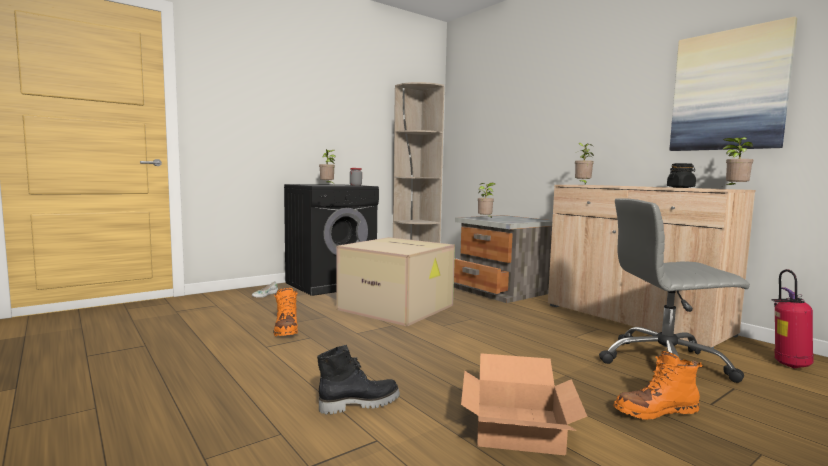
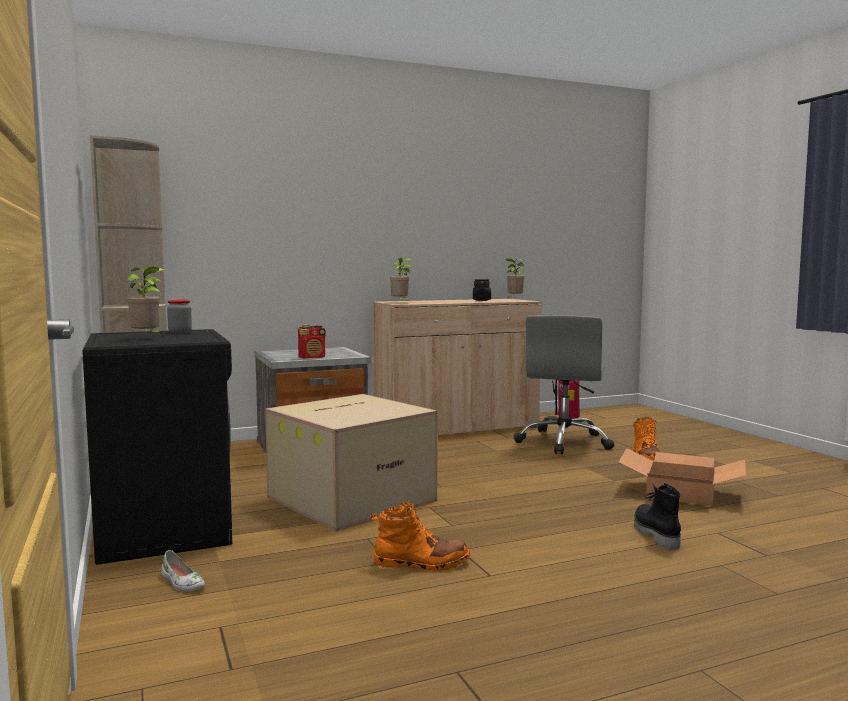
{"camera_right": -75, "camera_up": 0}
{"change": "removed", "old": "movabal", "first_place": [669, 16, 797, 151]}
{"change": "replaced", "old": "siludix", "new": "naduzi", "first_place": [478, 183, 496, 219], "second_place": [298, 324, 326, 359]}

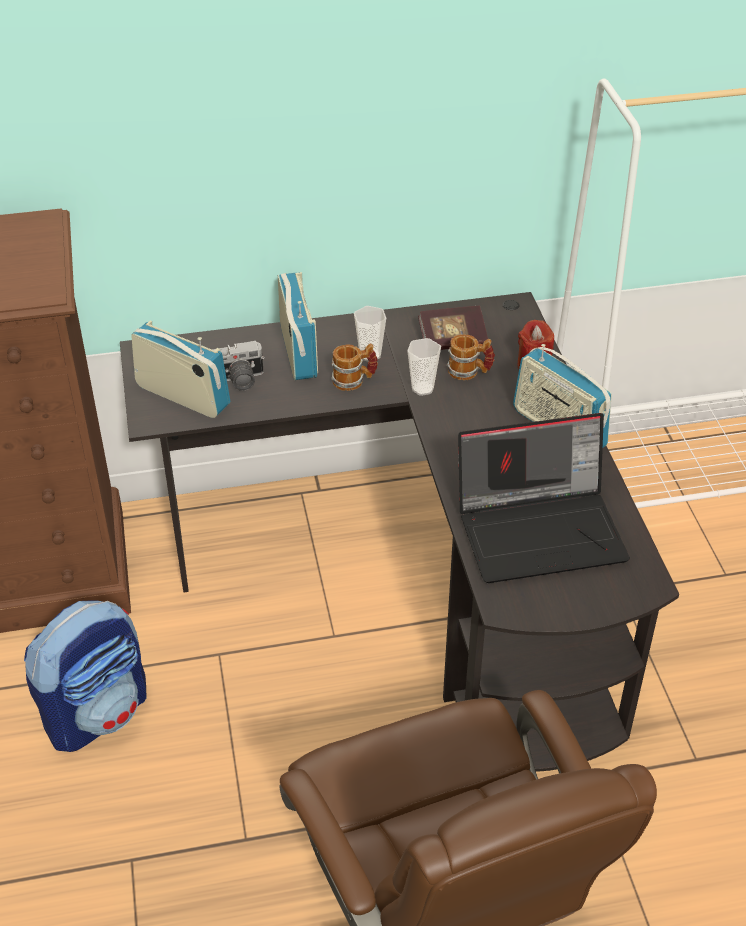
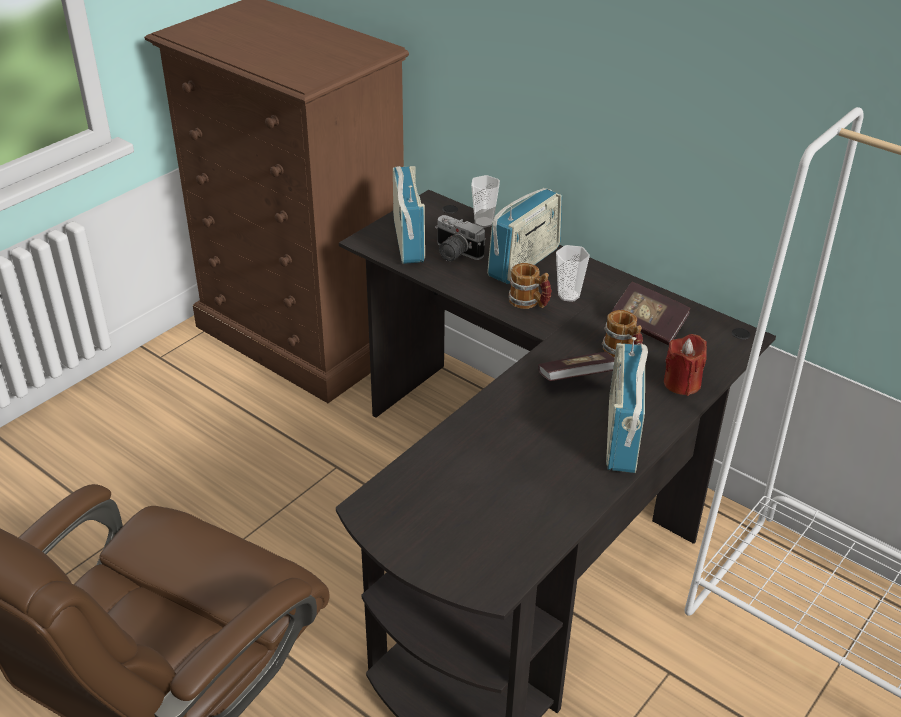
{"camera_right": 50, "camera_up": -5}
{"change": "moved", "old": "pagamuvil", "first_place": [407, 338, 441, 396], "second_place": [471, 175, 500, 228]}
{"change": "removed", "old": "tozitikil", "first_place": [458, 413, 630, 583]}
{"change": "removed", "old": "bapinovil", "first_place": [24, 600, 146, 752]}
{"change": "added", "new": "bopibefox", "second_place": [538, 352, 615, 381]}

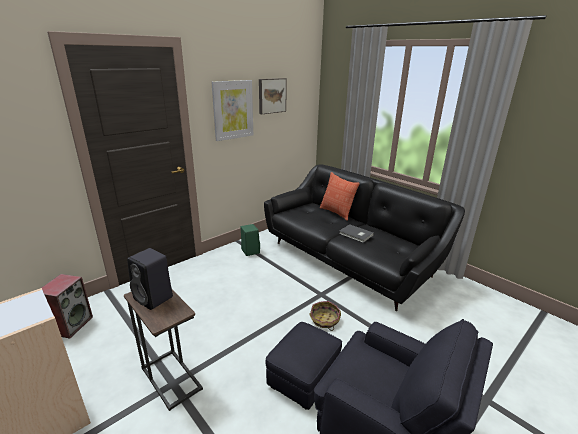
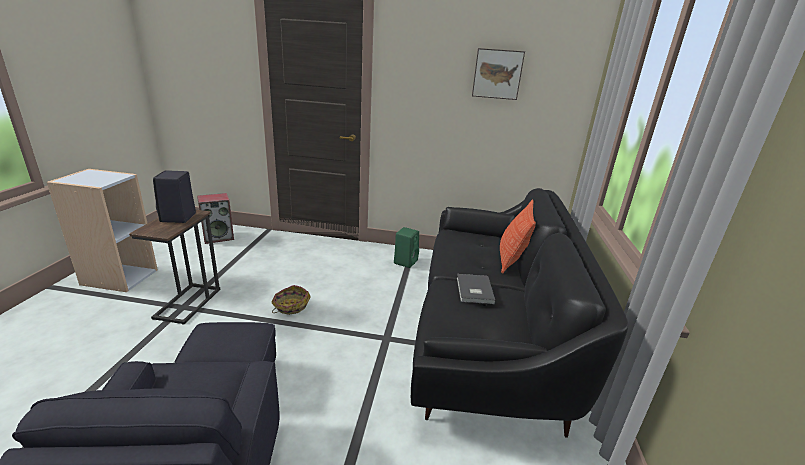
{"camera_right": 50, "camera_up": 0}
{"change": "removed", "old": "movabal", "first_place": [211, 80, 253, 141]}
{"change": "moved", "old": "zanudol", "first_place": [309, 301, 341, 331], "second_place": [271, 285, 311, 315]}

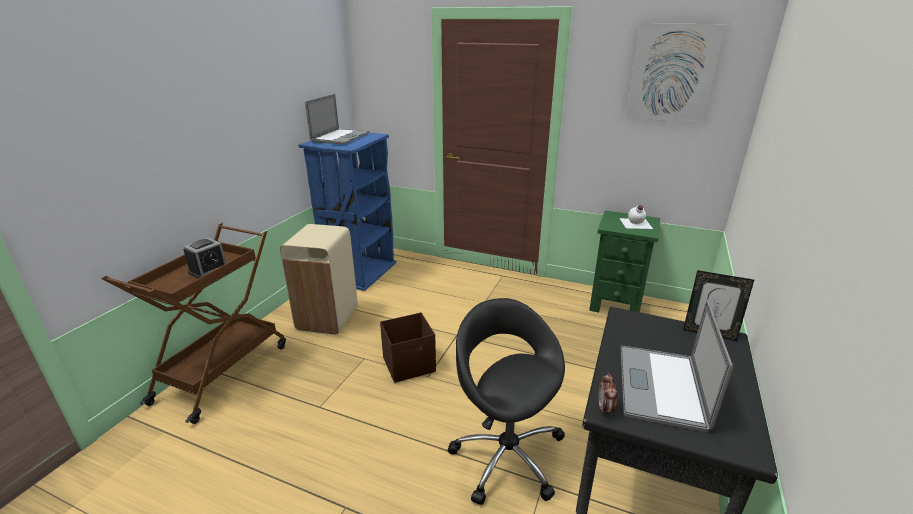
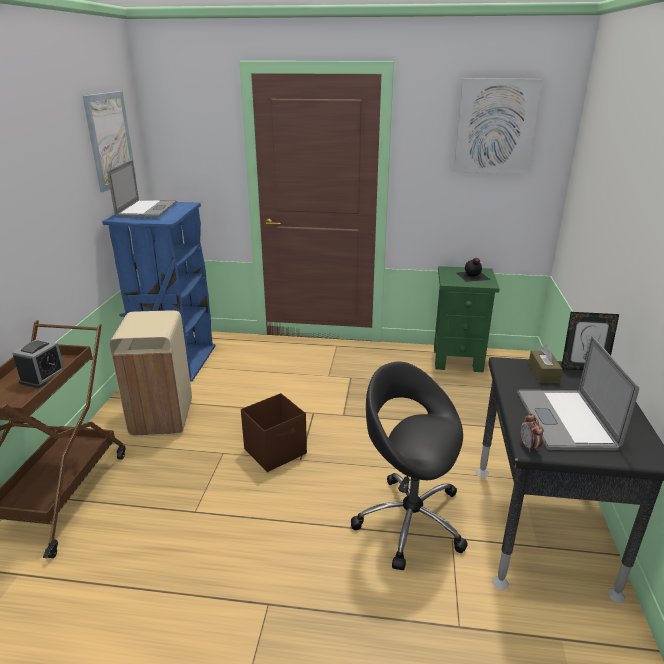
{"camera_right": -15, "camera_up": 0}
{"change": "recoloured", "old": "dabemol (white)", "new": "dabemol (black)", "first_place": [620, 205, 653, 229], "second_place": [457, 258, 490, 282]}
{"change": "added", "new": "movabal", "second_place": [83, 91, 136, 192]}
{"change": "added", "new": "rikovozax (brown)", "second_place": [528, 345, 563, 383]}

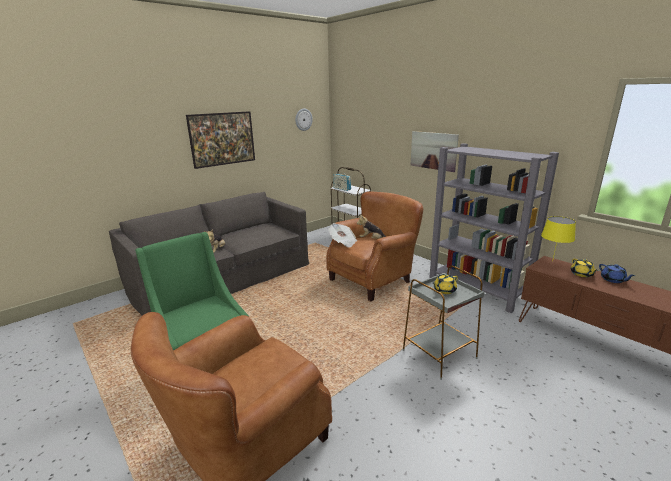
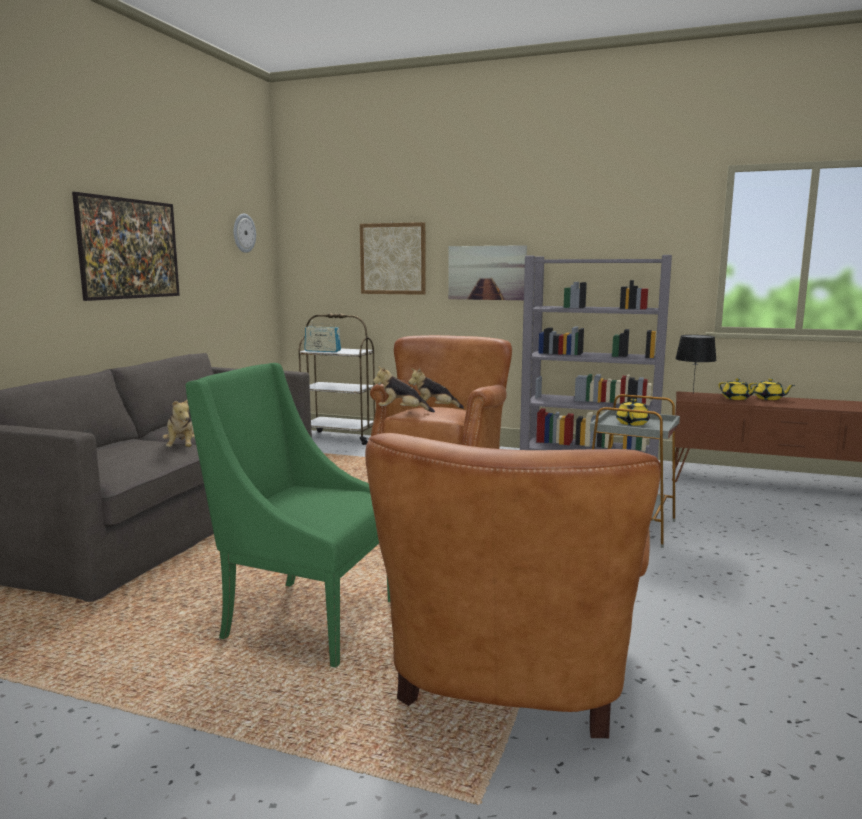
{"camera_right": -30, "camera_up": -10}
{"change": "recoloured", "old": "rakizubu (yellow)", "new": "rakizubu (black)", "first_place": [541, 216, 576, 262], "second_place": [675, 335, 717, 392]}
{"change": "replaced", "old": "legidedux", "new": "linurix", "first_place": [328, 223, 358, 248], "second_place": [373, 366, 435, 412]}
{"change": "recoloured", "old": "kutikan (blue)", "new": "kutikan (yellow)", "first_place": [599, 264, 635, 283], "second_place": [749, 378, 795, 400]}
{"change": "added", "new": "movabal", "second_place": [360, 221, 425, 295]}

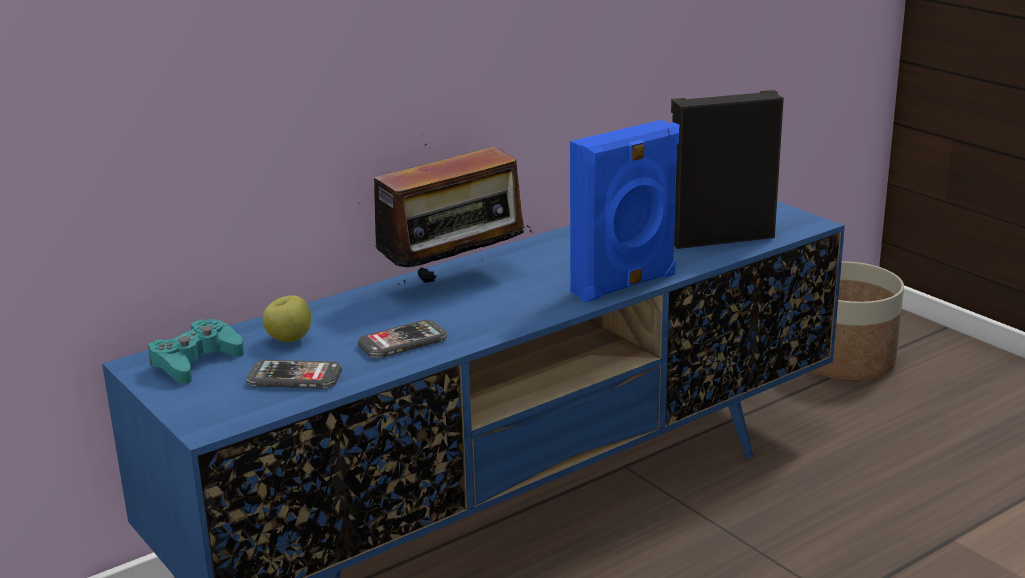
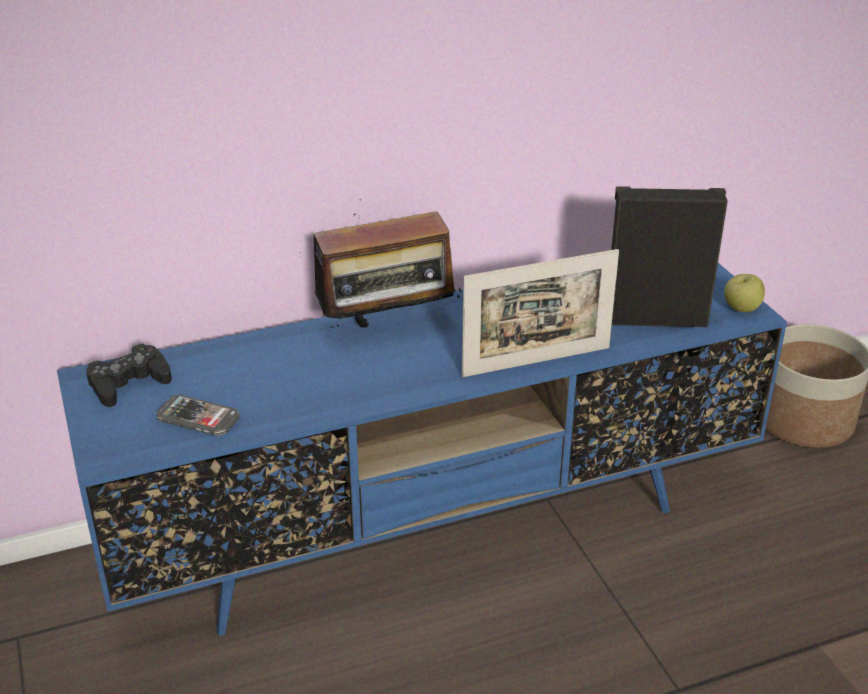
{"camera_right": 15, "camera_up": 10}
{"change": "replaced", "old": "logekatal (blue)", "new": "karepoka", "first_place": [570, 120, 680, 302], "second_place": [462, 249, 619, 377]}
{"change": "moved", "old": "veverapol", "first_place": [263, 295, 311, 343], "second_place": [724, 274, 765, 312]}
{"change": "recoloured", "old": "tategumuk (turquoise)", "new": "tategumuk (black)", "first_place": [148, 319, 244, 384], "second_place": [86, 344, 172, 407]}
{"change": "removed", "old": "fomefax", "first_place": [358, 320, 447, 358]}

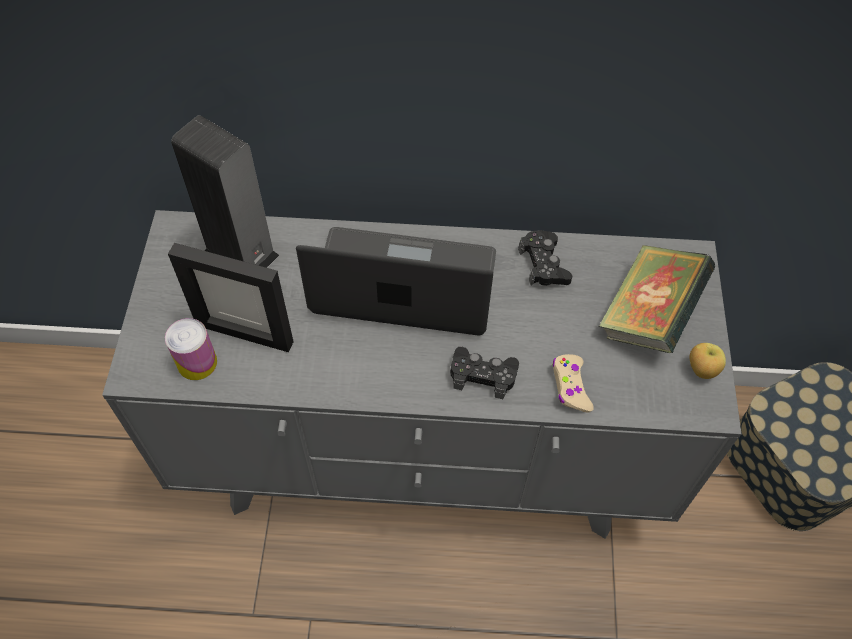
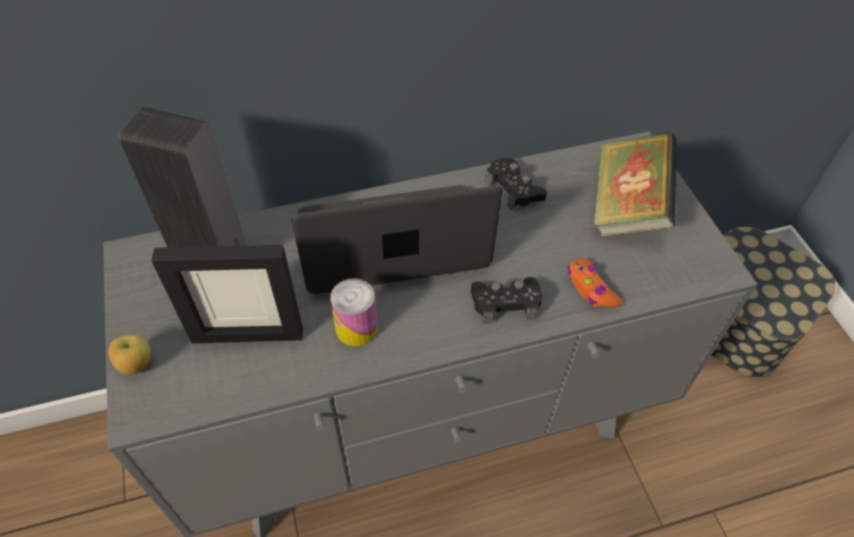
{"camera_right": -20, "camera_up": -5}
{"change": "moved", "old": "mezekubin", "first_place": [165, 318, 217, 380], "second_place": [330, 278, 378, 346]}
{"change": "moved", "old": "veverapol", "first_place": [690, 343, 726, 379], "second_place": [108, 335, 151, 375]}
{"change": "recoloured", "old": "tategumuk (beige)", "new": "tategumuk (orange)", "first_place": [553, 354, 594, 413], "second_place": [568, 258, 622, 308]}

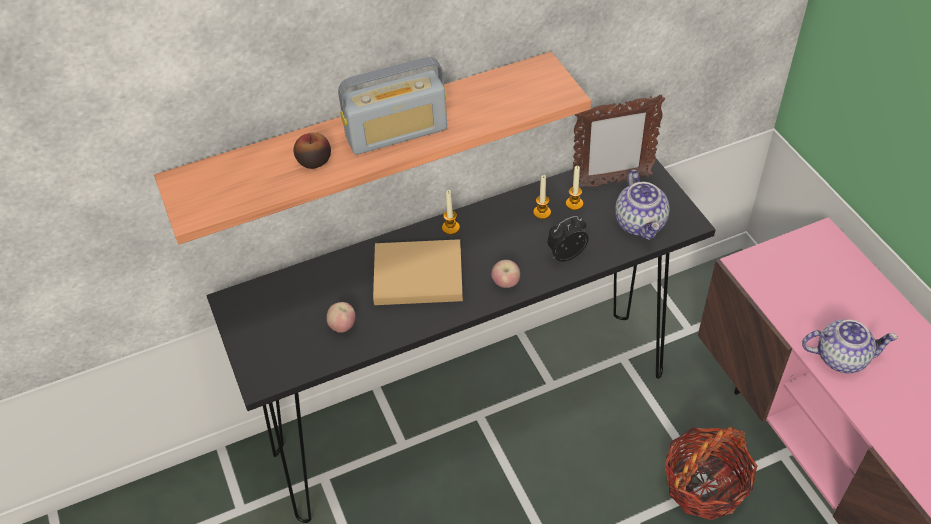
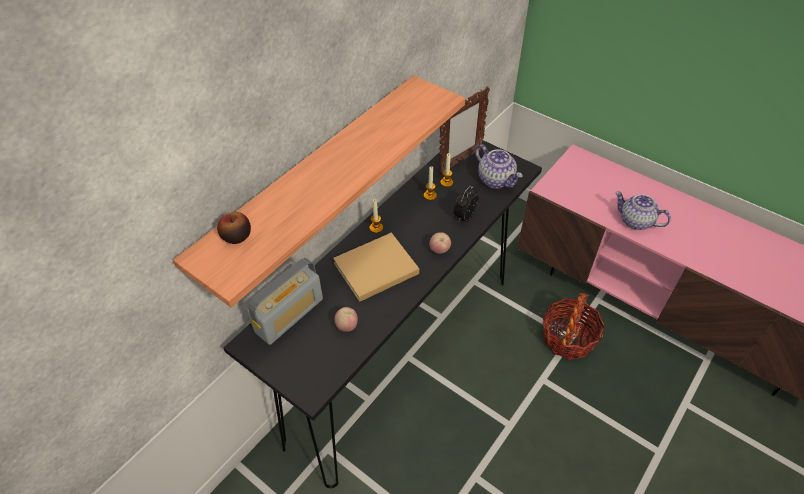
{"camera_right": -30, "camera_up": 0}
{"change": "moved", "old": "naduzi", "first_place": [338, 57, 447, 155], "second_place": [247, 258, 323, 345]}
{"change": "moved", "old": "veverapol", "first_place": [293, 132, 331, 169], "second_place": [217, 212, 251, 244]}
{"change": "turned", "old": "kutikan", "first_place": [802, 319, 898, 373], "second_place": [615, 191, 671, 230], "degrees": -120}

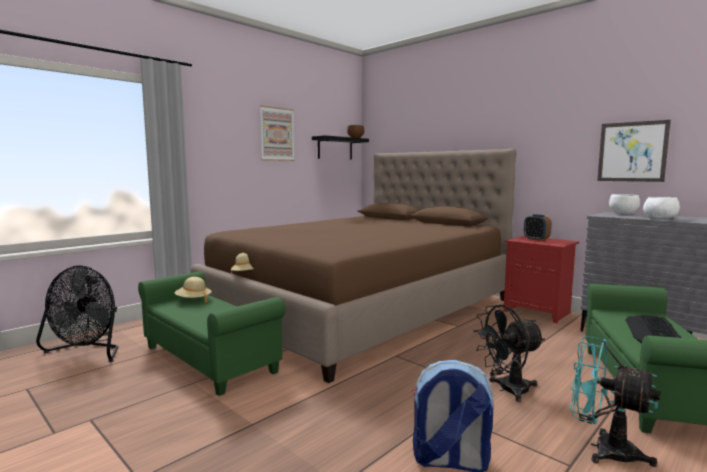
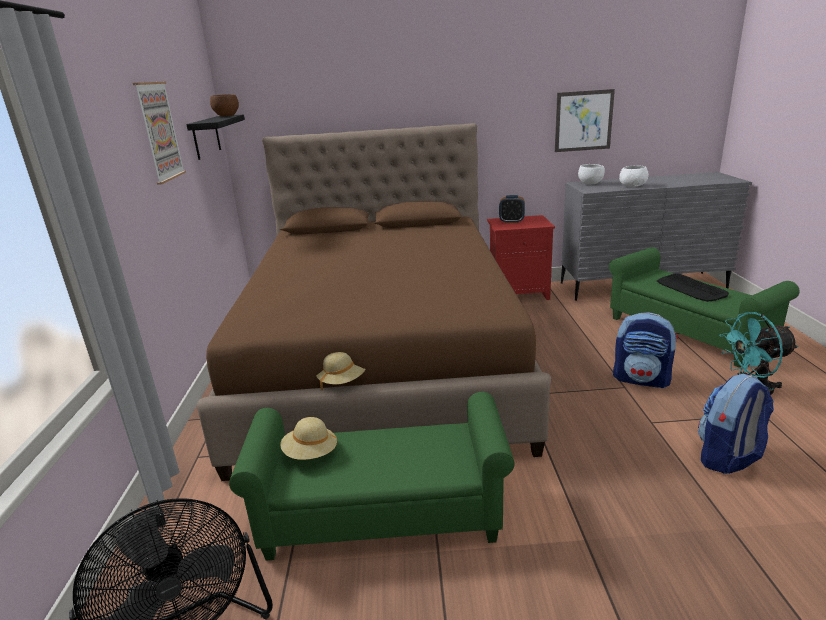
{"camera_right": -45, "camera_up": 15}
{"change": "replaced", "old": "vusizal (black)", "new": "bapinovil", "first_place": [473, 305, 545, 402], "second_place": [613, 312, 678, 388]}

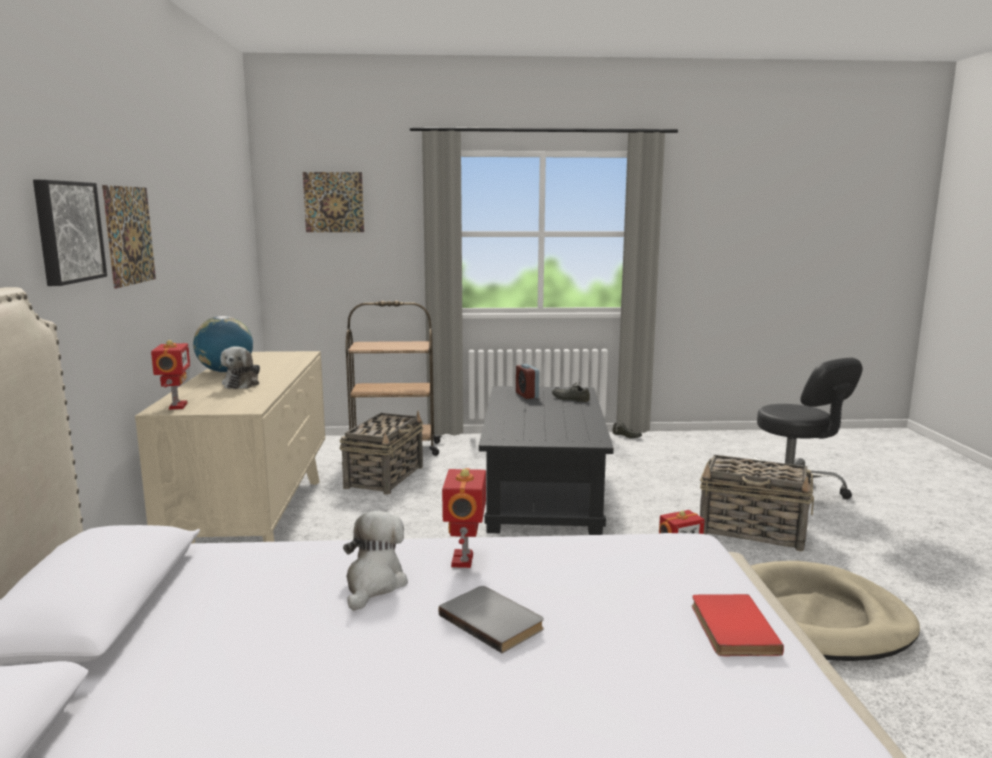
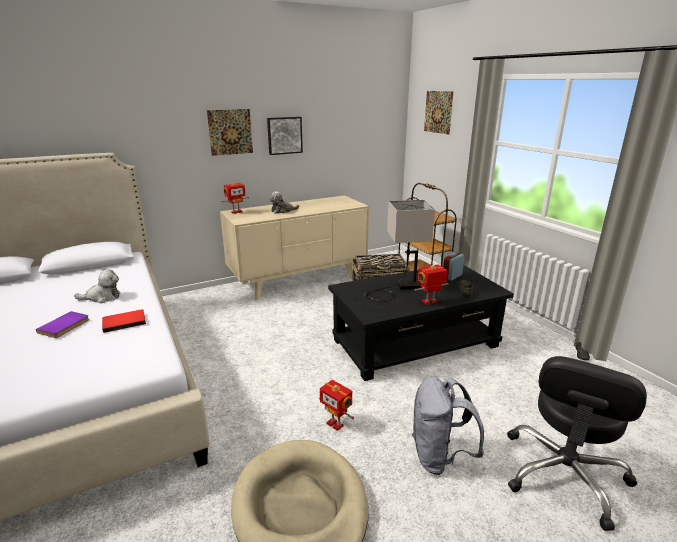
{"camera_right": 65, "camera_up": 10}
{"change": "moved", "old": "movabal", "first_place": [33, 180, 107, 286], "second_place": [267, 117, 303, 155]}
{"change": "removed", "old": "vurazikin", "first_place": [193, 316, 253, 372]}
{"change": "replaced", "old": "zanudol", "new": "bapinovil (grey)", "first_place": [700, 455, 814, 552], "second_place": [412, 376, 484, 475]}
{"change": "moved", "old": "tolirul", "first_place": [442, 468, 486, 568], "second_place": [414, 265, 448, 305]}
{"change": "recoloured", "old": "bopibefox (grey)", "new": "bopibefox (purple)", "first_place": [439, 586, 544, 653], "second_place": [36, 311, 90, 338]}
{"change": "moved", "old": "bopibefox (red)", "first_place": [692, 594, 784, 656], "second_place": [102, 309, 146, 333]}
{"change": "added", "new": "rakizubu", "second_place": [364, 200, 435, 302]}

